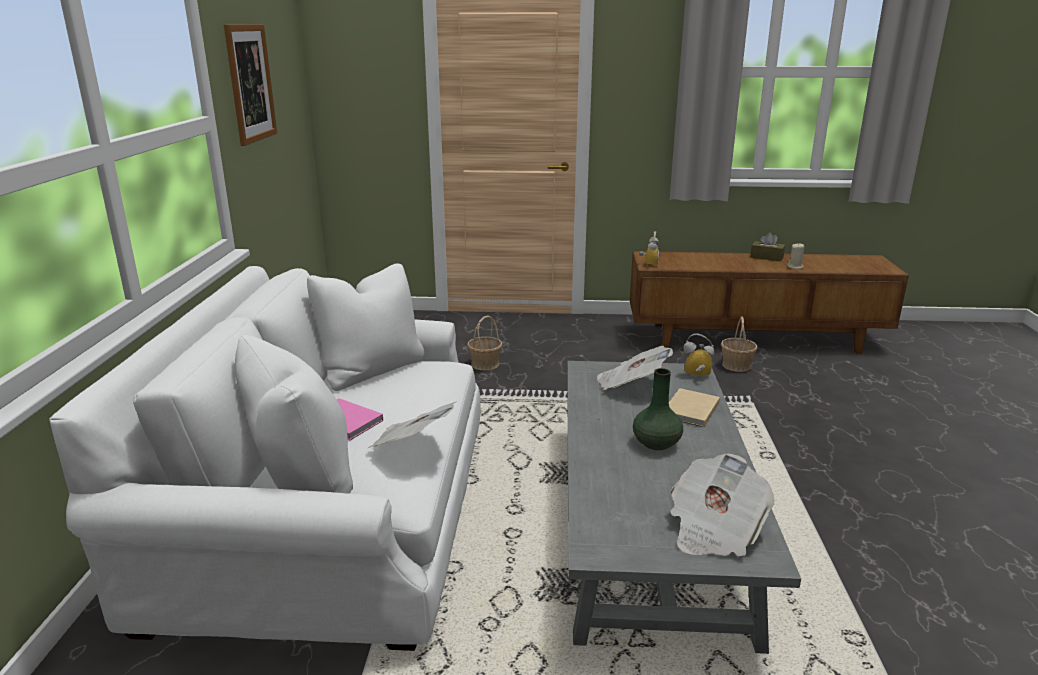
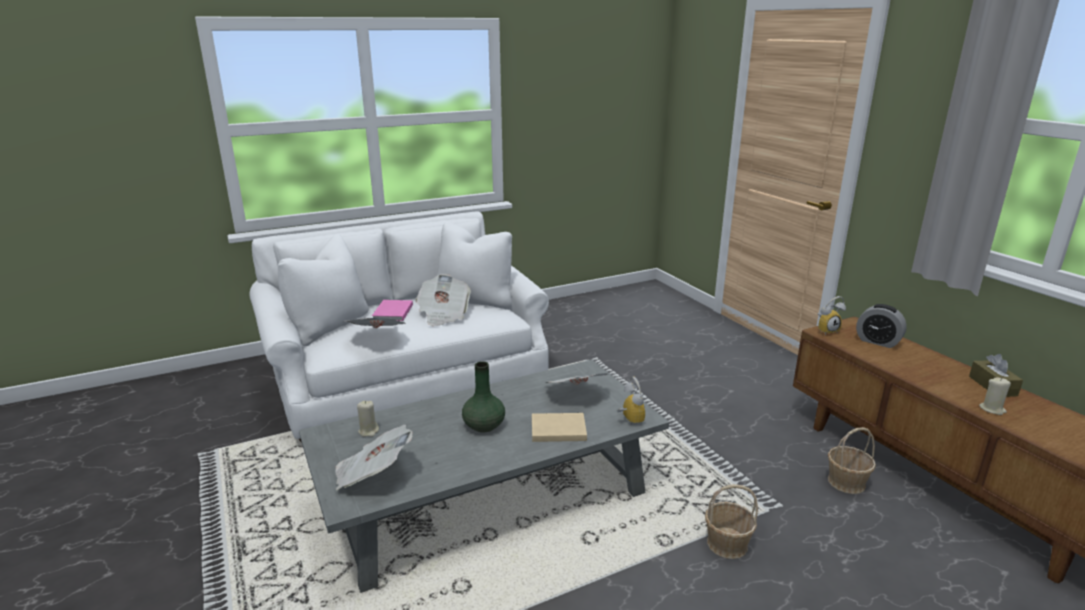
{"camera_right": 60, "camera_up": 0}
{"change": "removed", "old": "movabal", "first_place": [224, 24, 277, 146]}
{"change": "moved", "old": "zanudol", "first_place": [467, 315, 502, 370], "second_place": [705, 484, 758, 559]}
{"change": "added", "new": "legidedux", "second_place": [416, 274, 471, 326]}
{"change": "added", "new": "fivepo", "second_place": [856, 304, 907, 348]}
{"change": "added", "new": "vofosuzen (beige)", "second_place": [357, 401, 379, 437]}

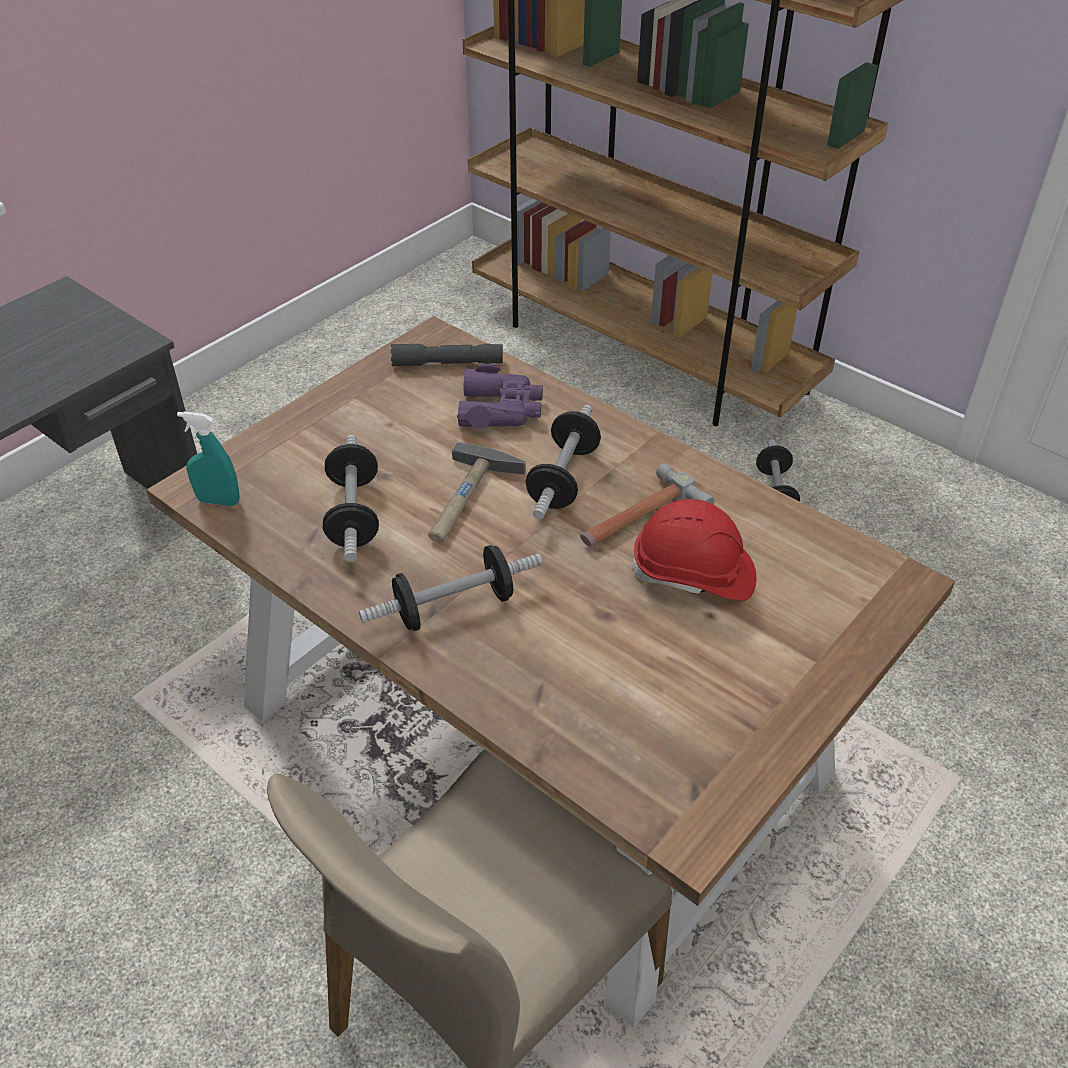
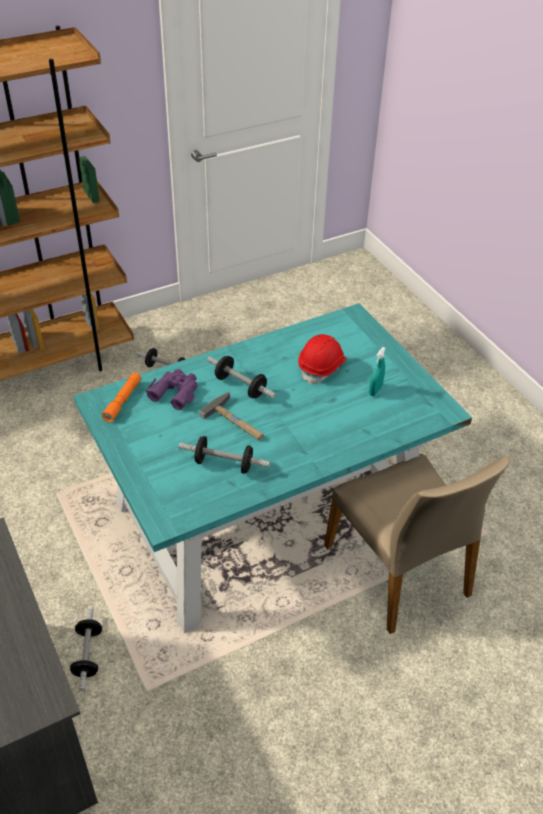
{"camera_right": -70, "camera_up": 0}
{"change": "recoloured", "old": "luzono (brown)", "new": "luzono (turquoise)", "first_place": [147, 316, 955, 1028], "second_place": [73, 303, 472, 633]}
{"change": "recoloured", "old": "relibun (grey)", "new": "relibun (orange)", "first_place": [391, 344, 503, 366], "second_place": [102, 373, 141, 422]}
{"change": "moved", "old": "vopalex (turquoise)", "first_place": [177, 411, 240, 506], "second_place": [369, 347, 386, 396]}
{"change": "removed", "old": "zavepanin", "first_place": [580, 464, 715, 547]}
{"change": "moved", "old": "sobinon", "first_place": [359, 545, 543, 631], "second_place": [70, 608, 102, 691]}

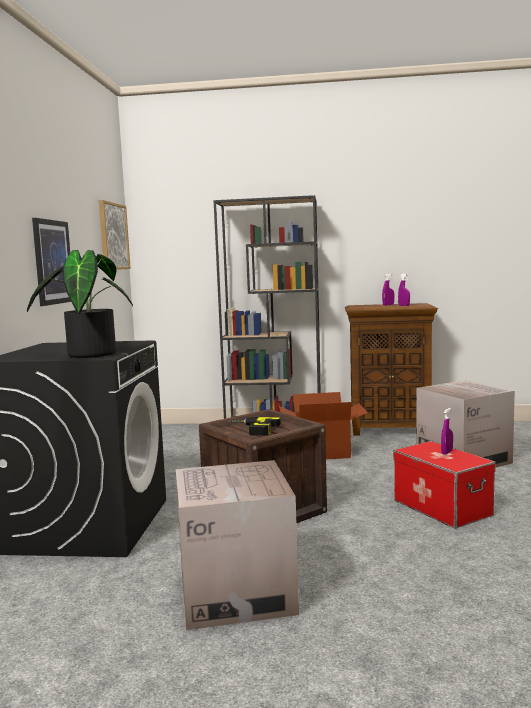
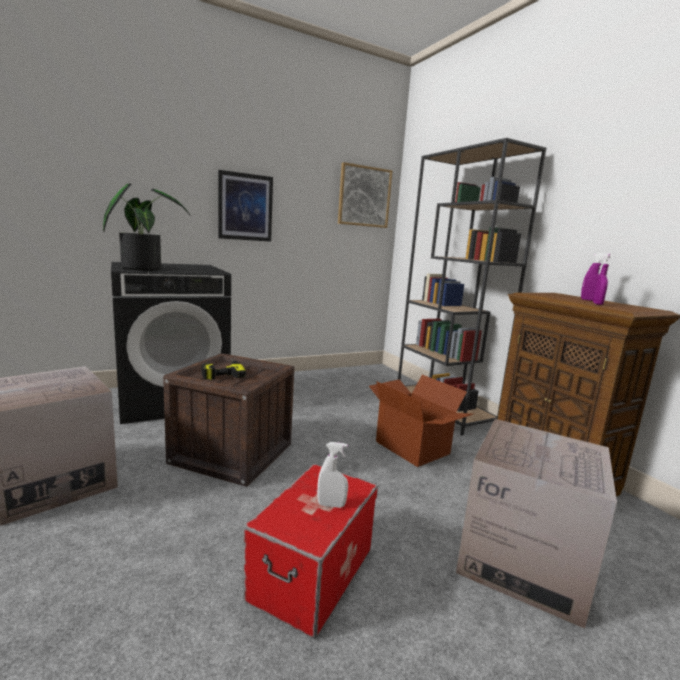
{"camera_right": 55, "camera_up": 5}
{"change": "recoloured", "old": "vopalex (purple)", "new": "vopalex (white)", "first_place": [441, 408, 453, 455], "second_place": [317, 442, 348, 508]}

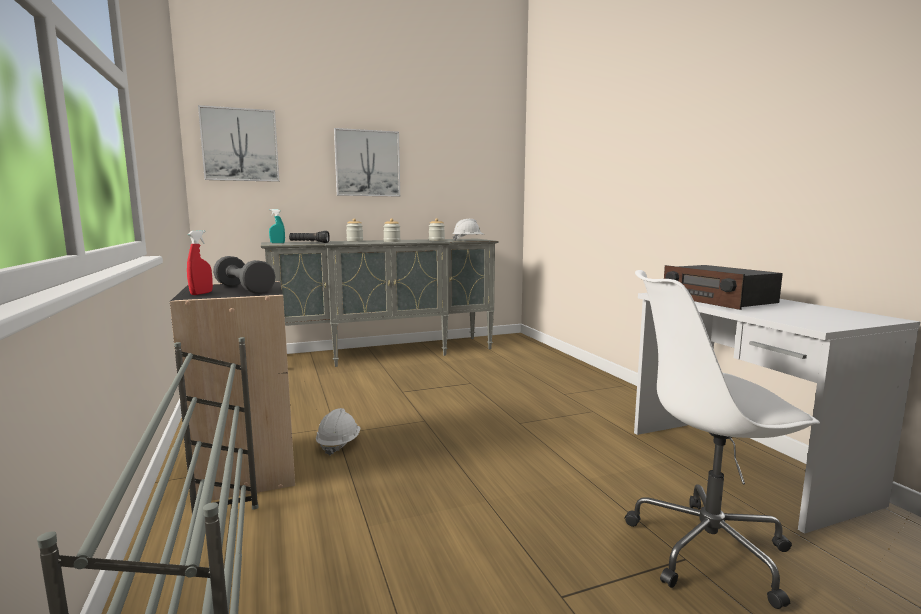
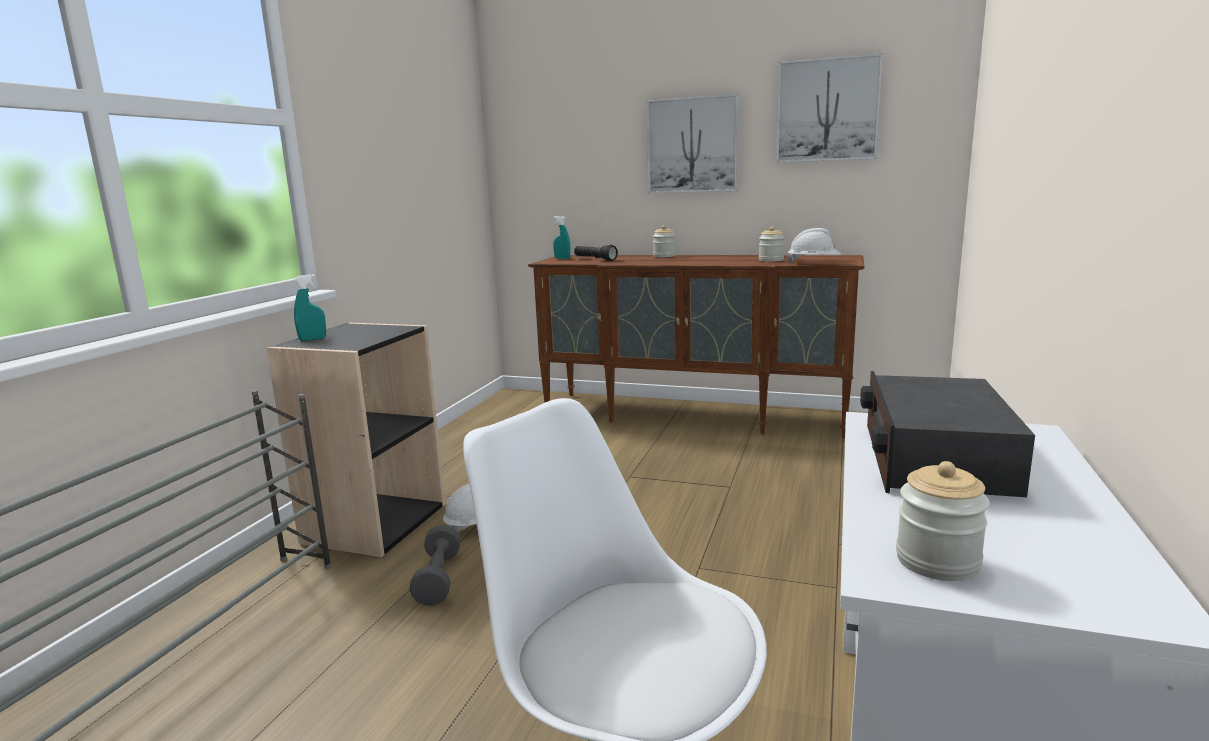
{"camera_right": 40, "camera_up": 5}
{"change": "moved", "old": "movabal", "first_place": [198, 105, 279, 182], "second_place": [776, 53, 883, 163]}
{"change": "moved", "old": "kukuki", "first_place": [383, 218, 401, 242], "second_place": [896, 461, 990, 581]}
{"change": "recoloured", "old": "vopalex (red)", "new": "vopalex (turquoise)", "first_place": [187, 230, 213, 295], "second_place": [294, 274, 326, 341]}
{"change": "recoloured", "old": "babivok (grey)", "new": "babivok (brown)", "first_place": [261, 239, 499, 367], "second_place": [528, 255, 864, 438]}
{"change": "moved", "old": "sobinon (grey)", "first_place": [213, 256, 275, 294], "second_place": [410, 525, 461, 605]}

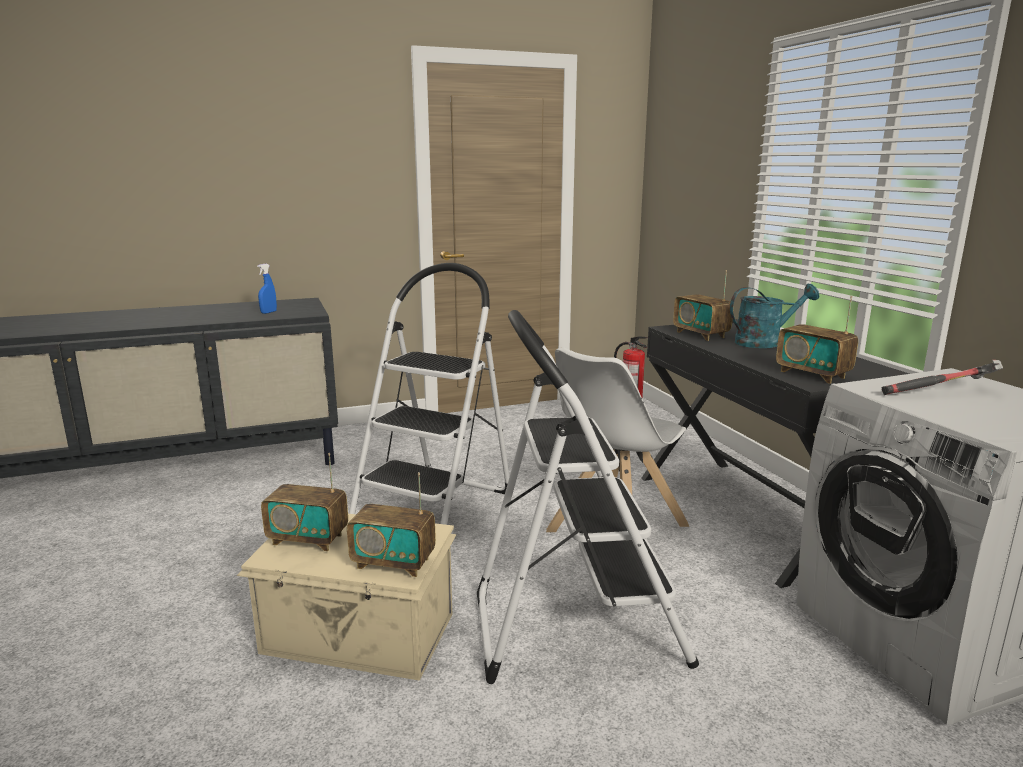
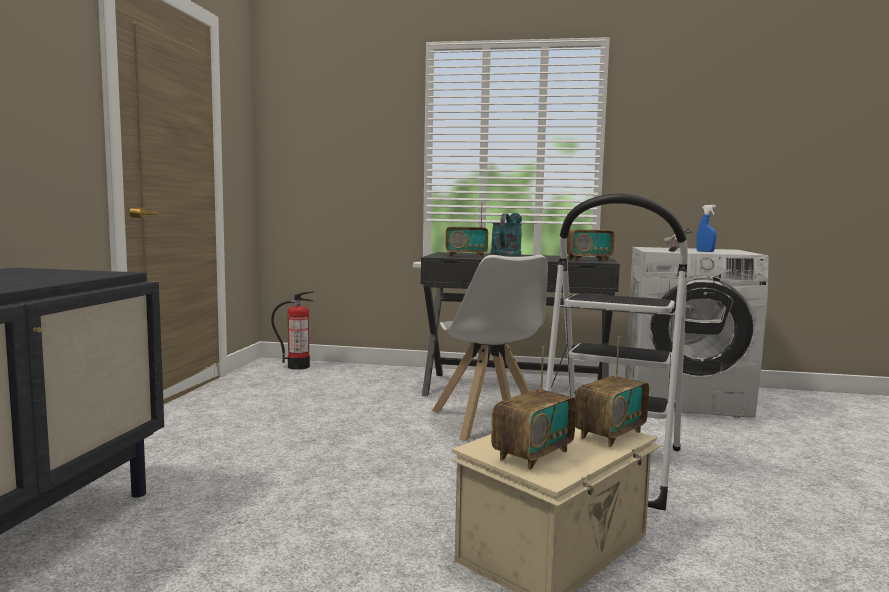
{"camera_right": -60, "camera_up": -10}
{"change": "removed", "old": "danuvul", "first_place": [349, 263, 509, 525]}
{"change": "moved", "old": "vopalex (blue)", "first_place": [257, 264, 277, 314], "second_place": [696, 205, 716, 252]}

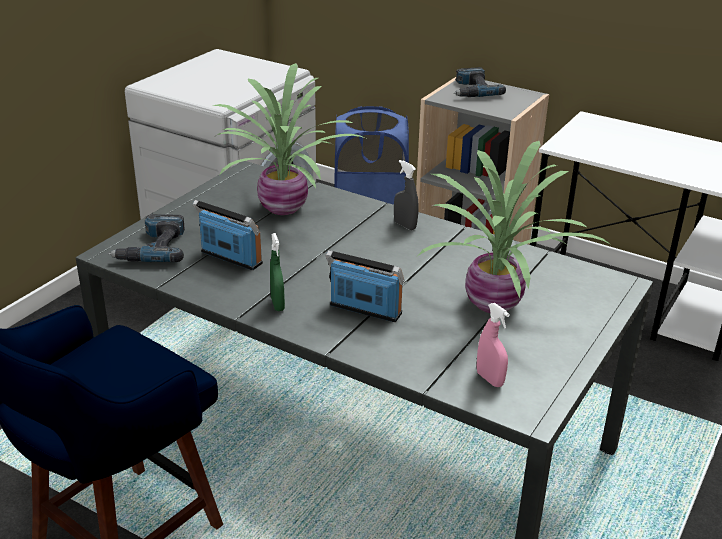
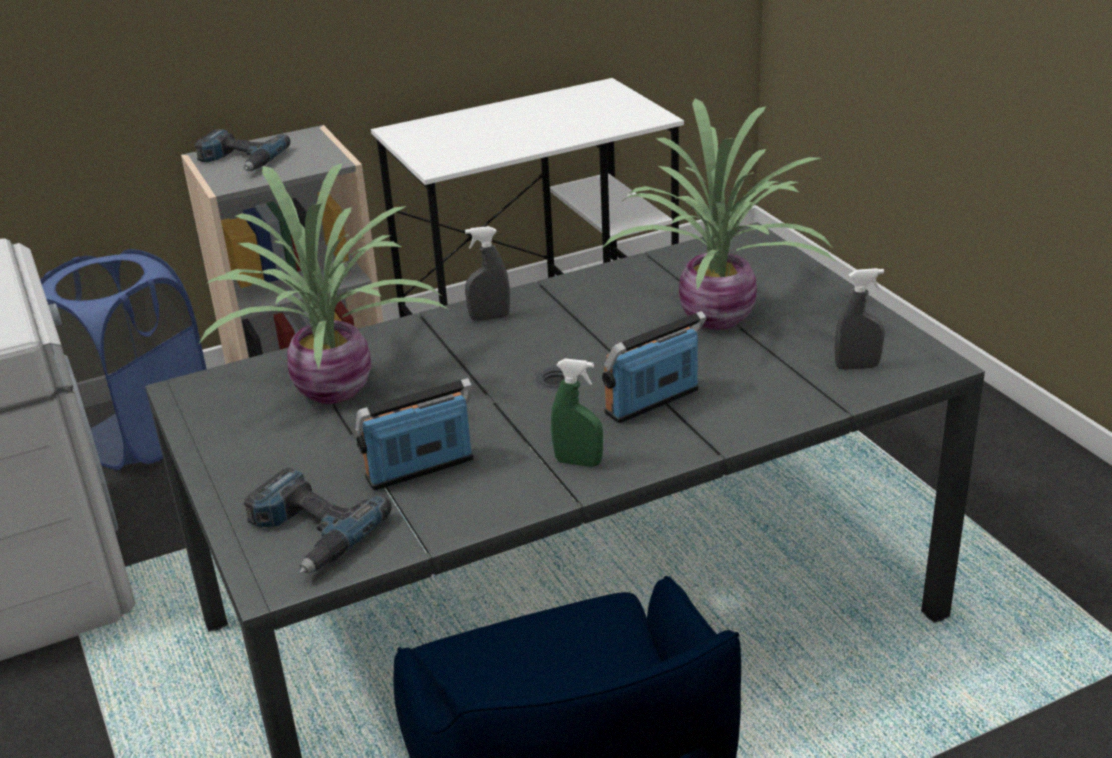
{"camera_right": -55, "camera_up": 0}
{"change": "recoloured", "old": "vopalex (pink)", "new": "vopalex (grey)", "first_place": [477, 303, 510, 387], "second_place": [835, 268, 885, 370]}

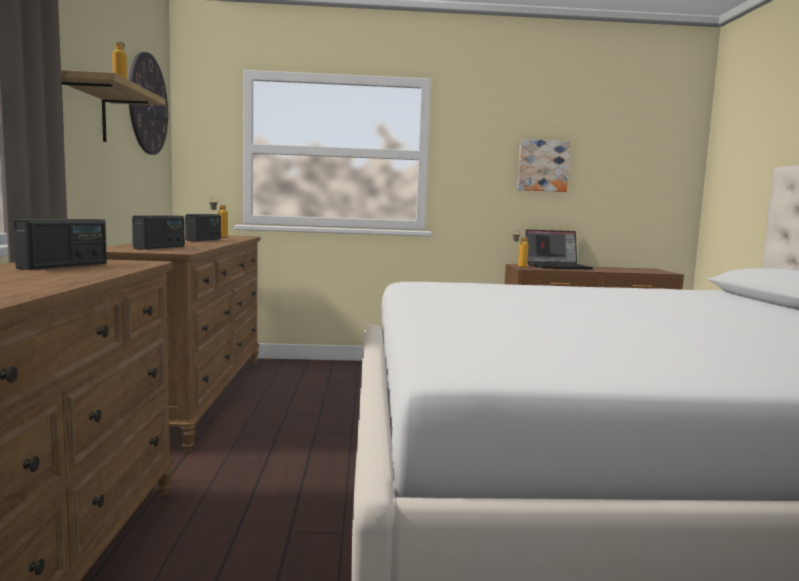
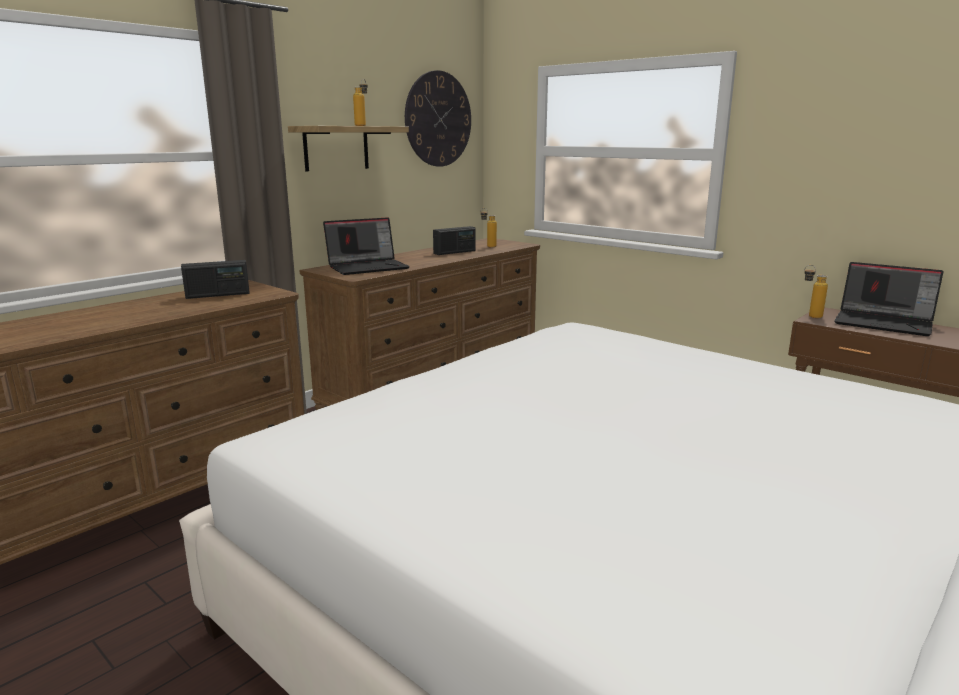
{"camera_right": 45, "camera_up": 10}
{"change": "removed", "old": "movabal", "first_place": [517, 139, 571, 192]}
{"change": "replaced", "old": "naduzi", "new": "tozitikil", "first_place": [132, 215, 185, 250], "second_place": [323, 217, 410, 275]}

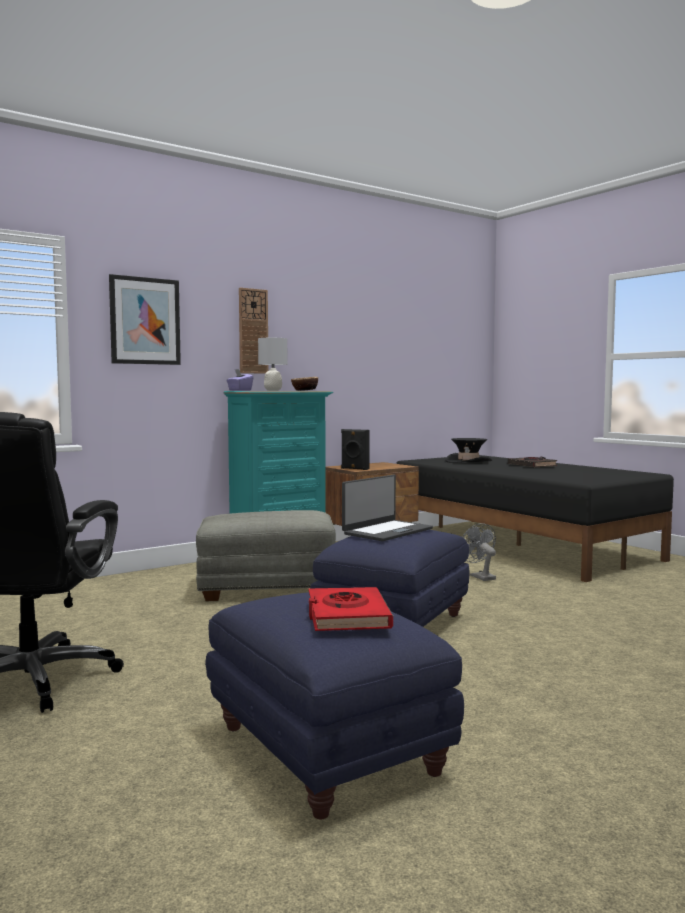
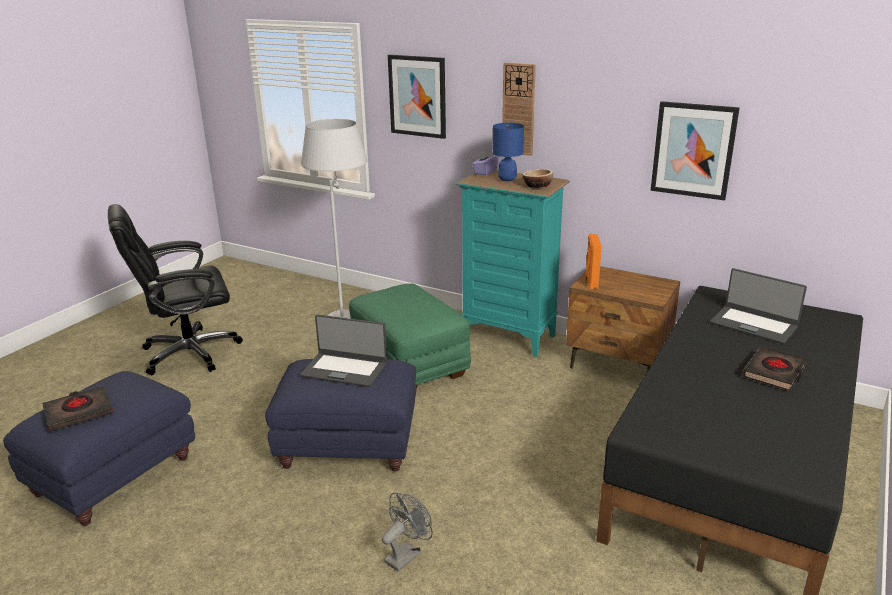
{"camera_right": 65, "camera_up": 20}
{"change": "recoloured", "old": "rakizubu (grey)", "new": "rakizubu (blue)", "first_place": [258, 338, 287, 391], "second_place": [493, 123, 524, 181]}
{"change": "recoloured", "old": "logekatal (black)", "new": "logekatal (orange)", "first_place": [341, 429, 370, 470], "second_place": [585, 234, 602, 289]}
{"change": "replaced", "old": "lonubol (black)", "new": "tozitikil", "first_place": [445, 438, 492, 463], "second_place": [710, 268, 807, 344]}
{"change": "recoloured", "old": "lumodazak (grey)", "new": "lumodazak (green)", "first_place": [196, 510, 336, 601], "second_place": [349, 284, 471, 389]}
{"change": "moved", "old": "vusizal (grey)", "first_place": [463, 523, 496, 581], "second_place": [382, 493, 433, 572]}
{"change": "recoloured", "old": "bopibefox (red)", "new": "bopibefox (black)", "first_place": [309, 587, 393, 631], "second_place": [42, 386, 114, 432]}
{"change": "added", "new": "movabal", "second_place": [651, 101, 740, 200]}
{"change": "added", "new": "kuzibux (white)", "second_place": [301, 119, 367, 318]}

